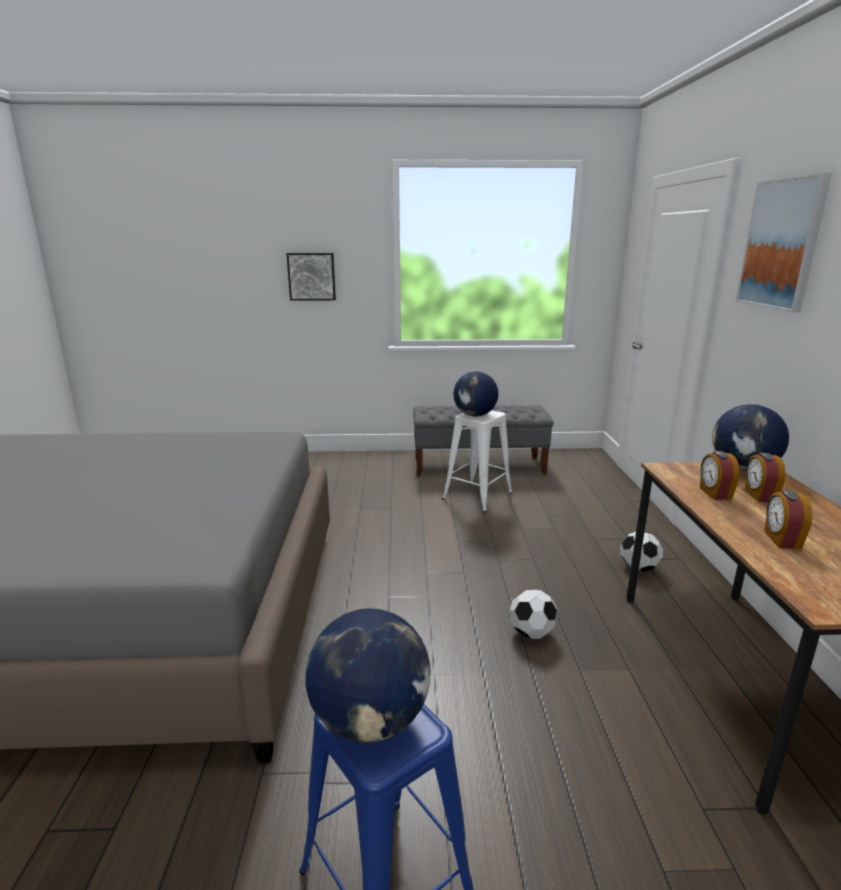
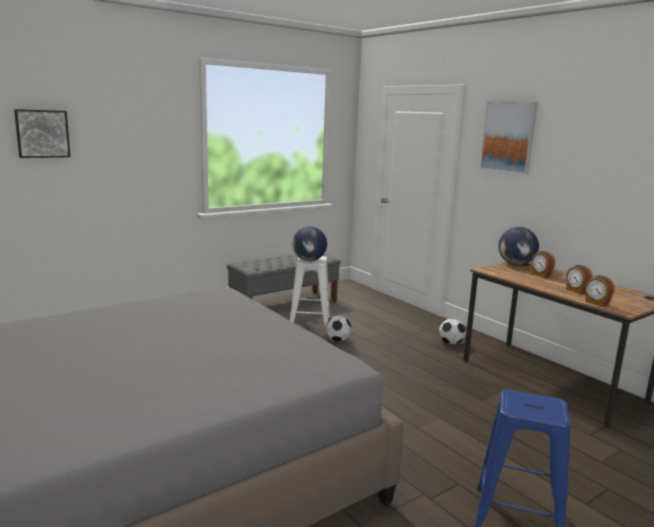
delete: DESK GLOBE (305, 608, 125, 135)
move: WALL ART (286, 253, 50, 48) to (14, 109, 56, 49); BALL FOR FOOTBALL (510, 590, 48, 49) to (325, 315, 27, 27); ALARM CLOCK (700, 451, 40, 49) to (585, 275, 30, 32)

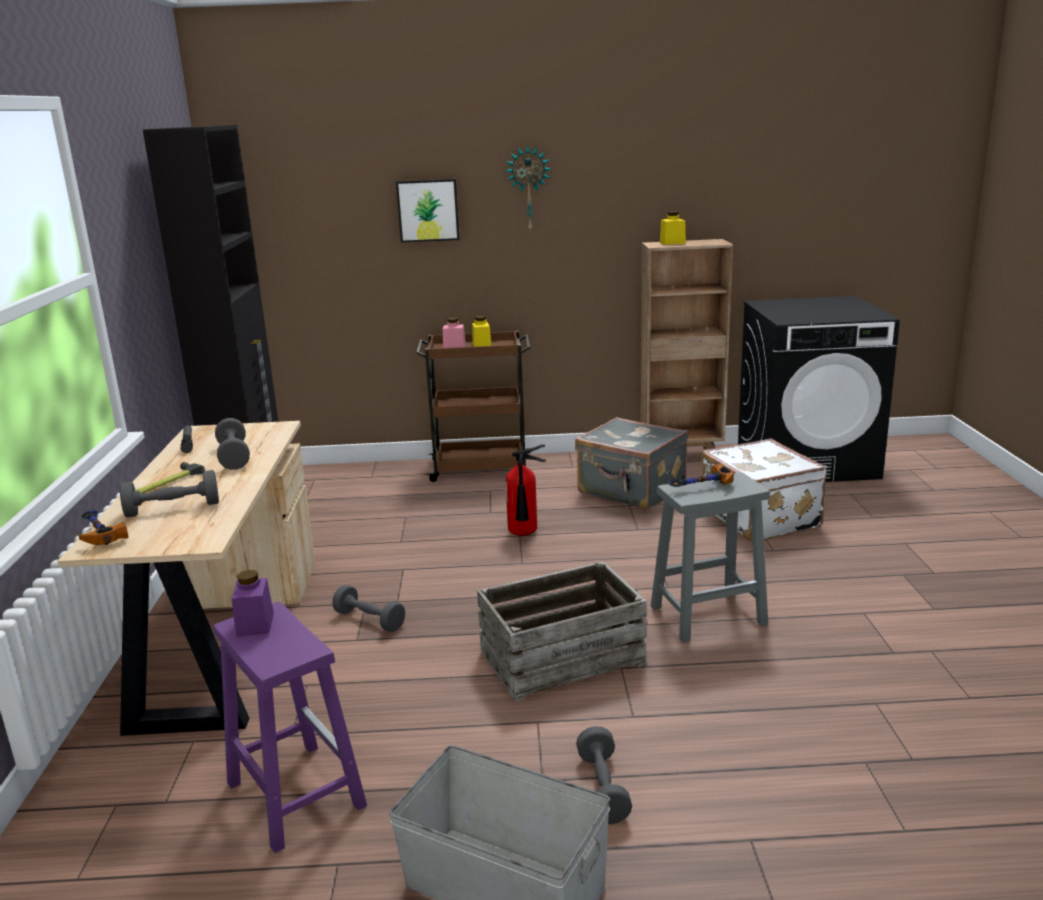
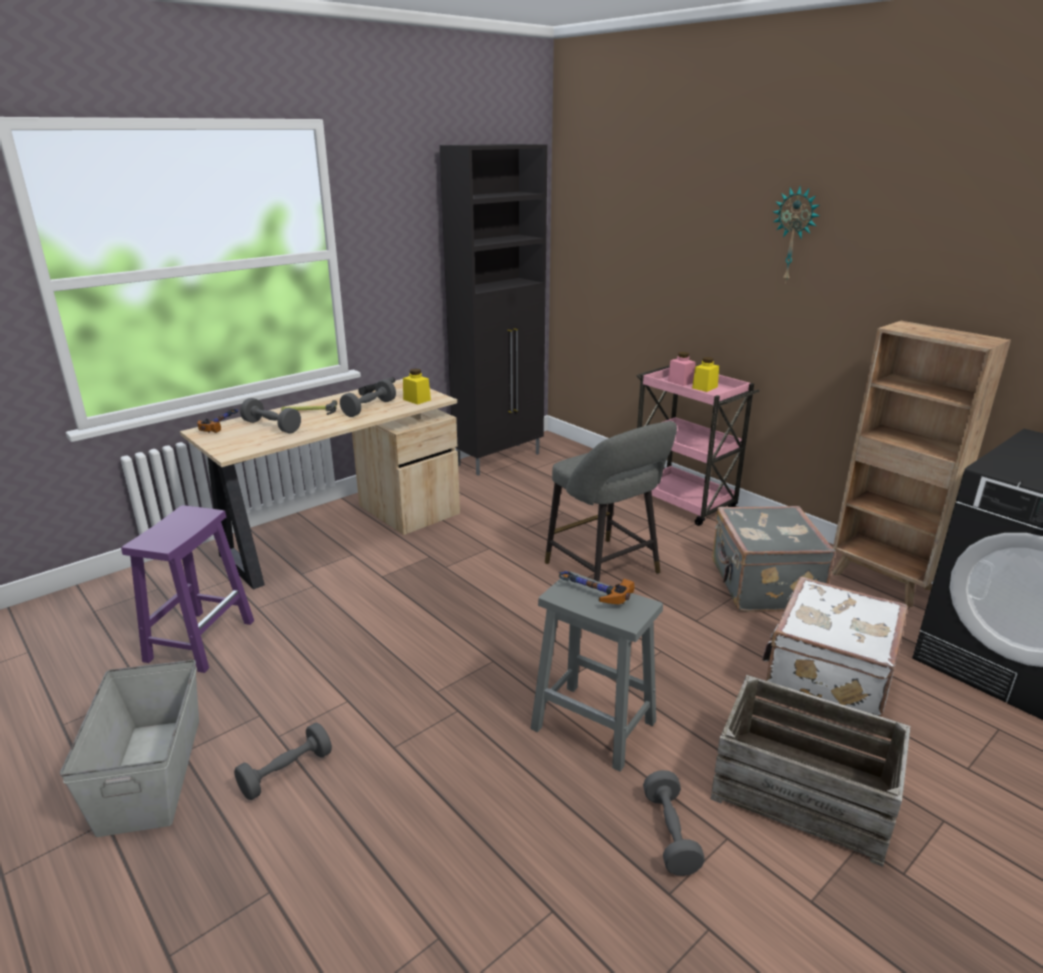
delete: PURPLE-COLOURED STORAGE JAR (232, 570, 42, 67); WALL ART (396, 179, 64, 64)
move: GREYISH FREE WEIGHT (332, 585, 73, 47) to (643, 770, 62, 106); CRATE (477, 561, 170, 141) to (711, 675, 199, 192); YELLOW-COLOURED STORAGE JAR (660, 211, 26, 34) to (403, 369, 28, 36)
replace: FIRE-FIGHTING CYLINDER (506, 444, 40, 92) to GREYISH STOOL SEAT (545, 421, 132, 161)
recolor: BROWN-COLOURED TROLLEY (416, 331, 115, 151) to PINK-COLOURED TROLLEY (636, 365, 124, 161)

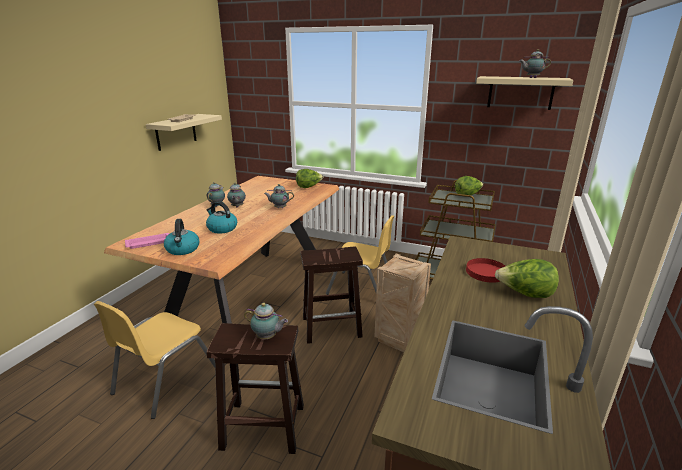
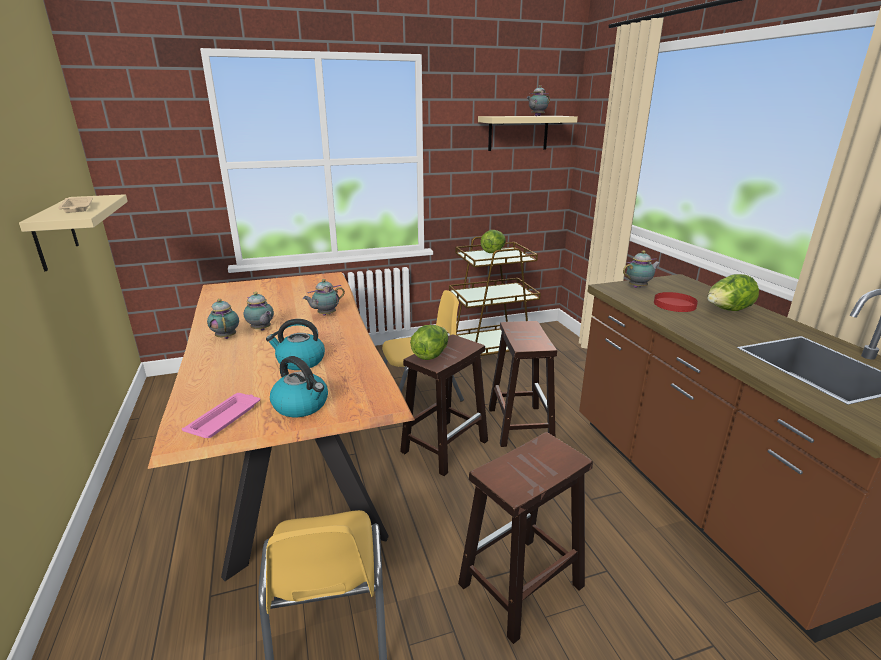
move: TEA POT (244, 303, 44, 36) to (623, 250, 37, 38); LETTUCE HEAD (296, 169, 27, 19) to (410, 325, 38, 35)
replace: CRATE (375, 254, 56, 98) to BROWN-COLOURED STOOL SEAT (489, 321, 68, 126)

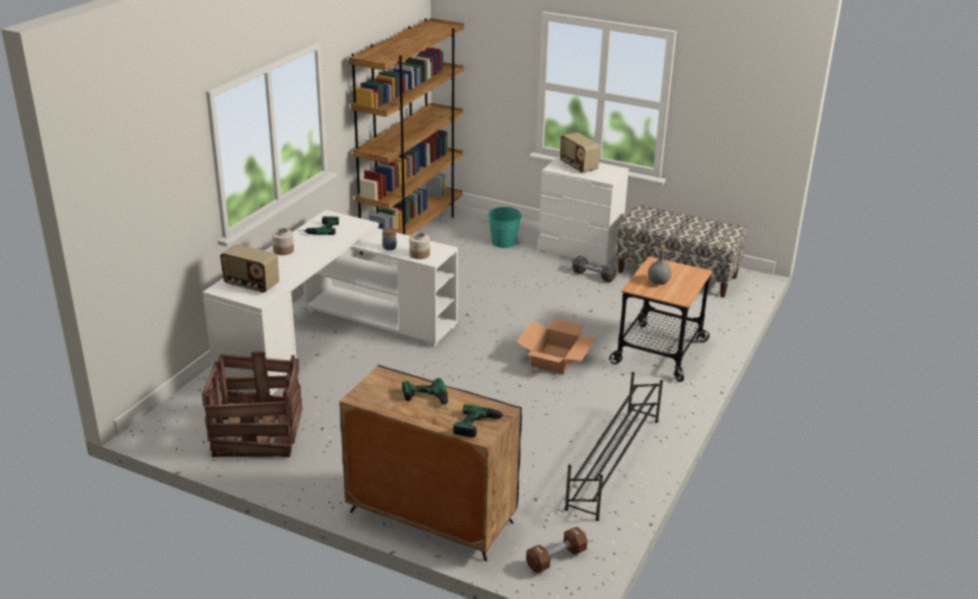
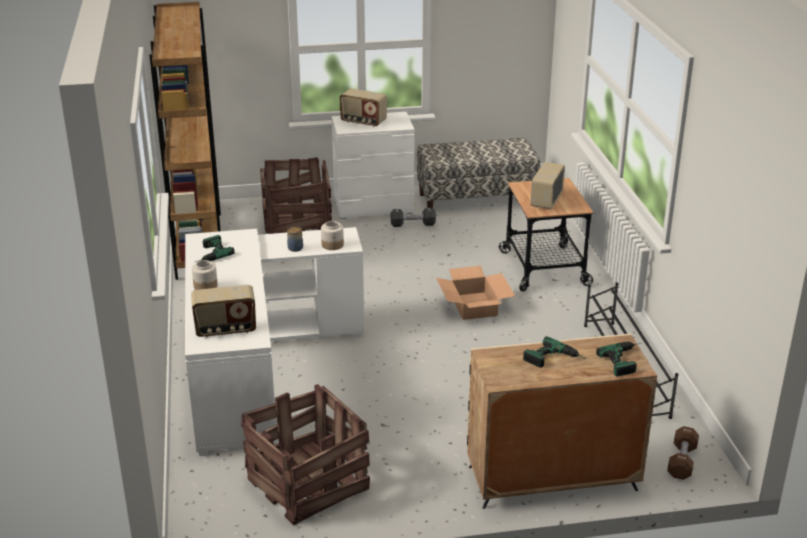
replace: BLUE-GREEN PAIL (488, 207, 33, 41) to CRATE (260, 157, 72, 77); GREYISH DRINK BOTTLE (648, 245, 23, 40) to RADIO (531, 162, 34, 47)
recolor: BLACK-COLOURED CABINET (339, 365, 183, 196) to BEIGE CABINET (467, 333, 190, 176)

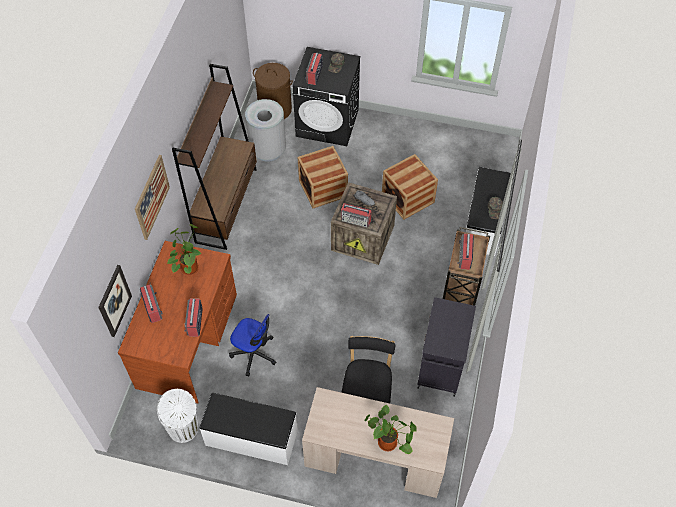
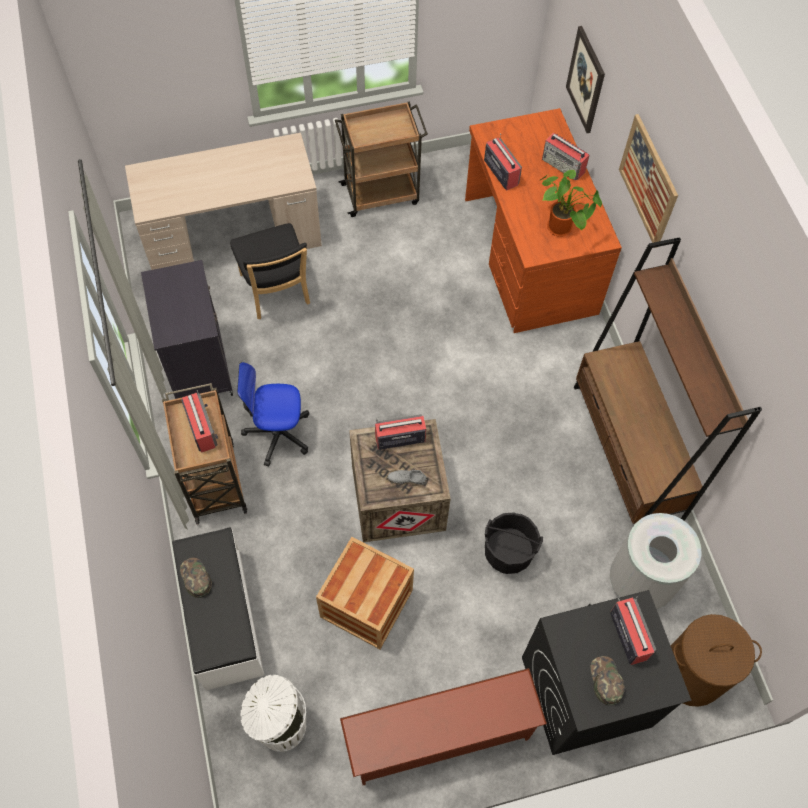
delete: PLANT IN A POT (364, 404, 53, 50)
insert: BROWN-COLOURED SHOE SHELF (340, 668, 207, 117)
move: WHITE-COLOURED TRASH CAN (157, 389, 41, 54) to (241, 675, 65, 77); OFFICE CHAIR (229, 314, 47, 62) to (237, 362, 72, 105)
replace: WHITE-COLOURED INDOOR BENCH (200, 393, 98, 72) to BROWN-COLOURED TROLLEY (335, 101, 93, 116); CRATE (298, 146, 50, 63) to BLACK-COLOURED PAIL (485, 512, 58, 62)

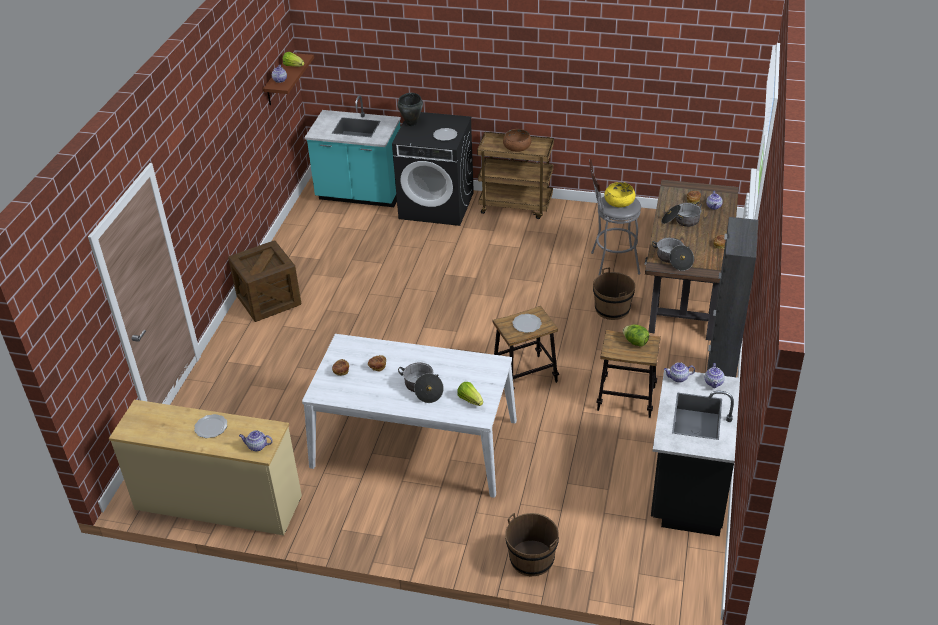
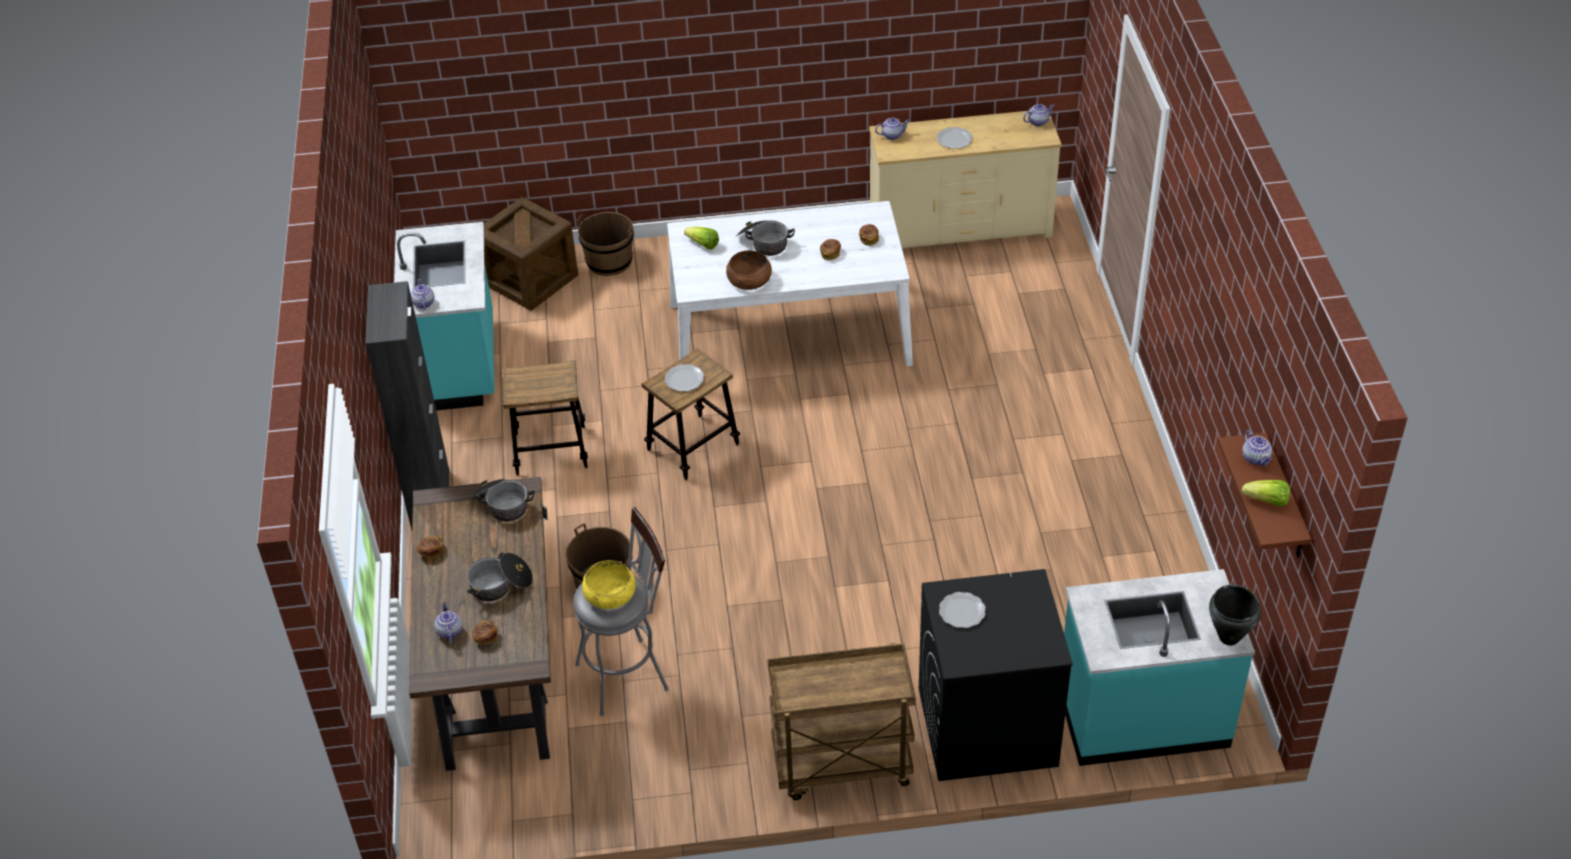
delete: LETTUCE HEAD (623, 325, 26, 22)
move: CRATE (228, 240, 73, 82) to (484, 197, 94, 114); BLACK-COLOURED SAUCEPOT (397, 93, 26, 33) to (1209, 585, 52, 60); BROWN-COLOURED DEEP DISH (503, 129, 29, 23) to (726, 250, 46, 40); TEA POT (664, 362, 31, 21) to (1023, 104, 32, 22)
recolor: BLACK-COLOURED KITCHEN BASE UNIT (651, 368, 89, 168) to BLUE-GREEN KITCHEN BASE UNIT (394, 222, 101, 189)

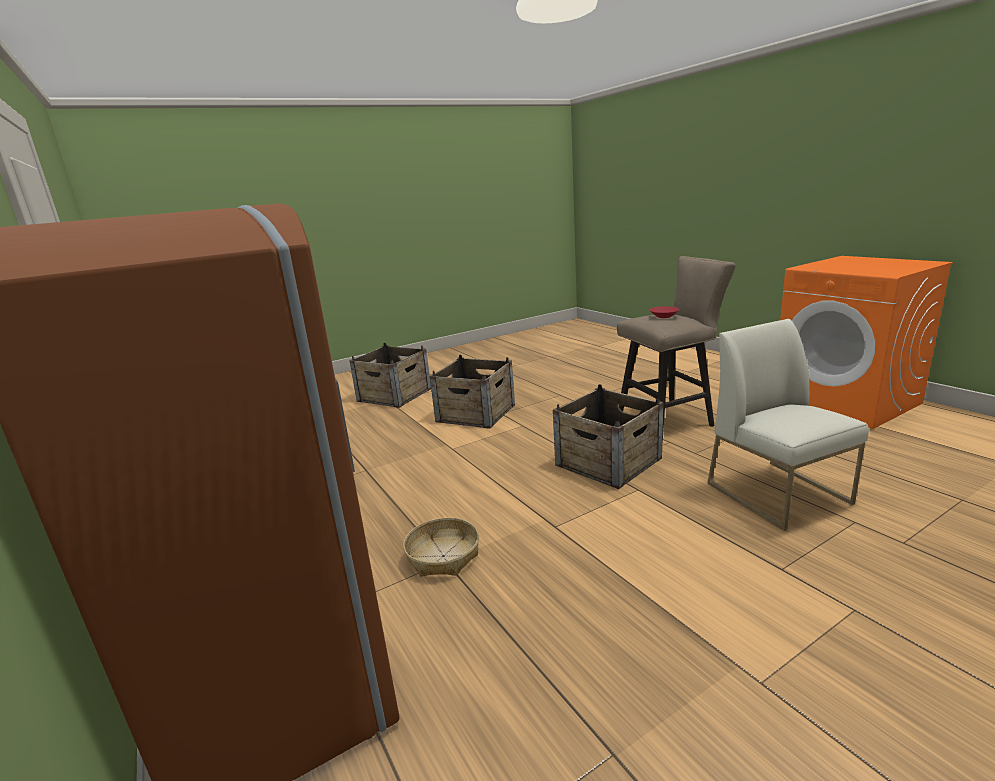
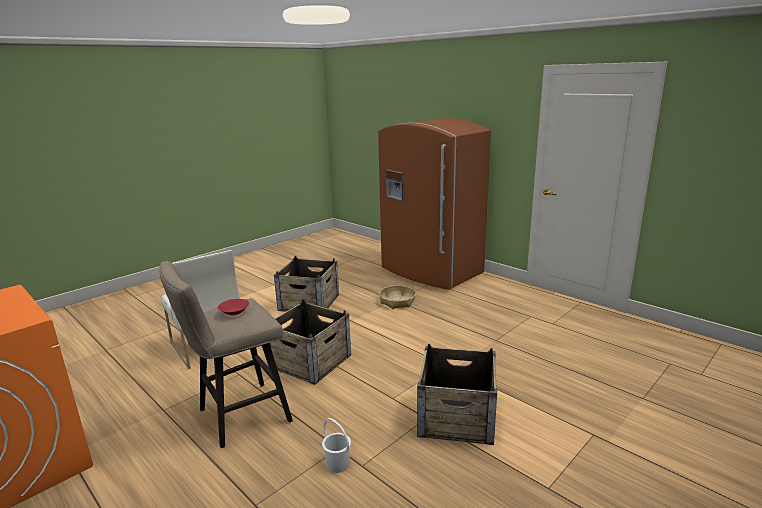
insert: WHITE-COLOURED PAIL (322, 418, 29, 55)
move: CRATE (349, 343, 82, 65) to (274, 256, 65, 56)

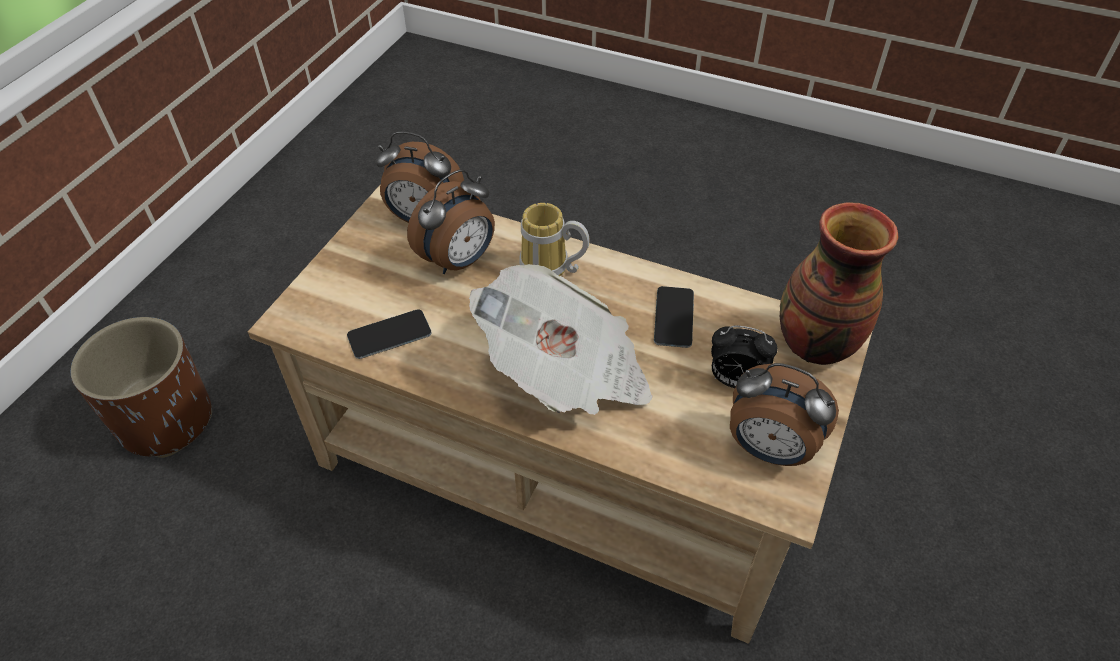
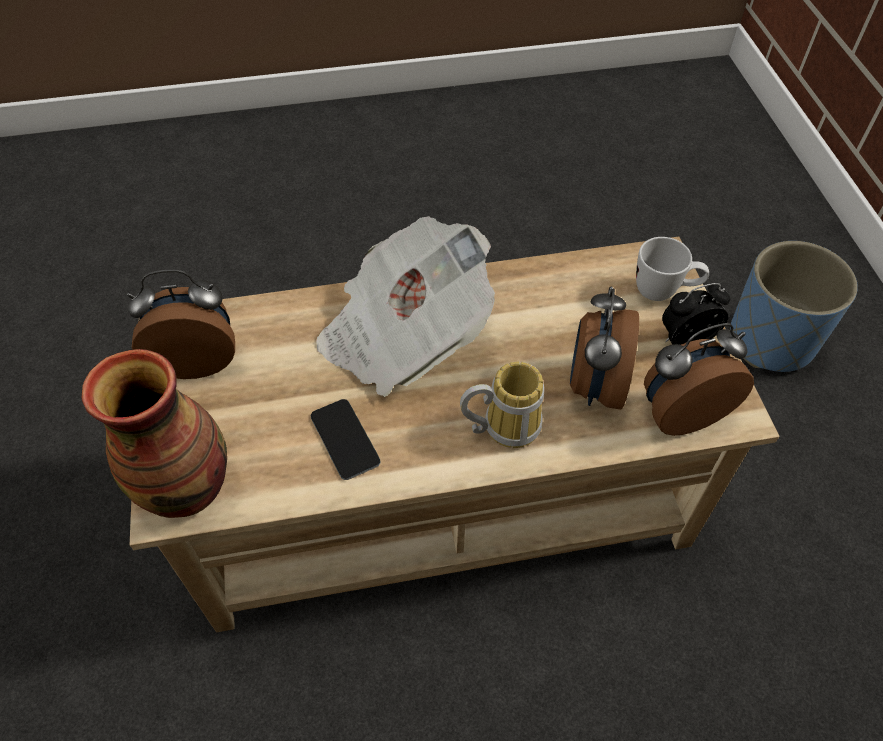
delete: TELEPHONE (347, 309, 84, 50)
insert: WHITE-COLOURED MUG (636, 237, 73, 64)
move: ALARM CLOCK (711, 326, 67, 62) to (662, 283, 68, 62)
recolor: BROWN-COLOURED FLOWER POT (71, 317, 141, 141) to BLUISH FLOWER POT (730, 241, 128, 131)

